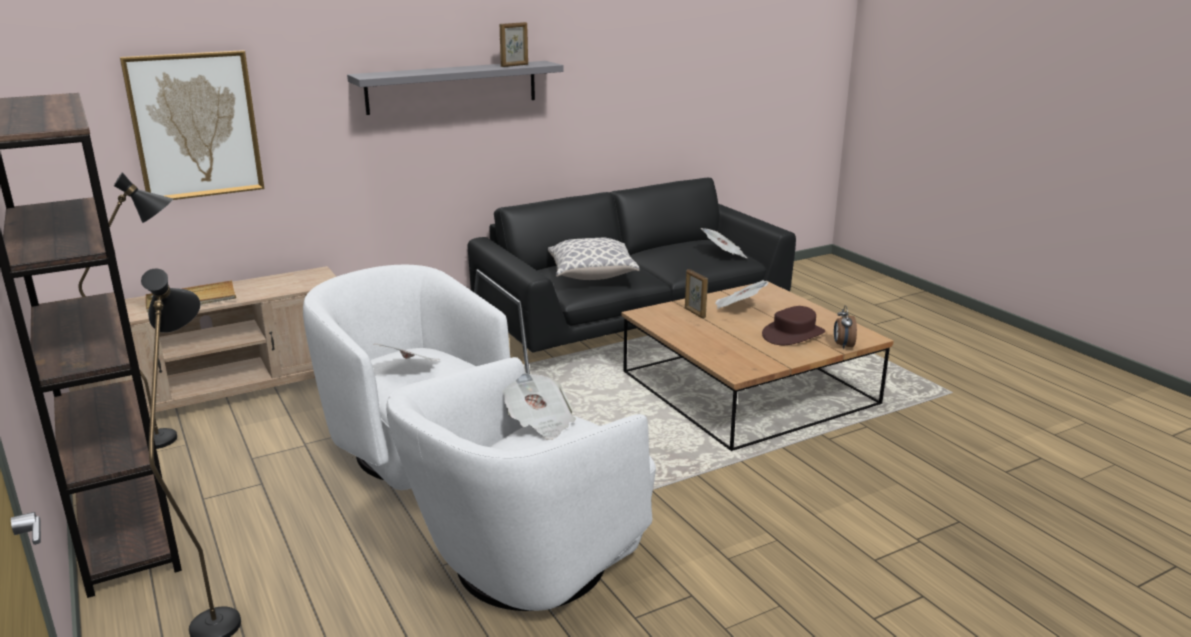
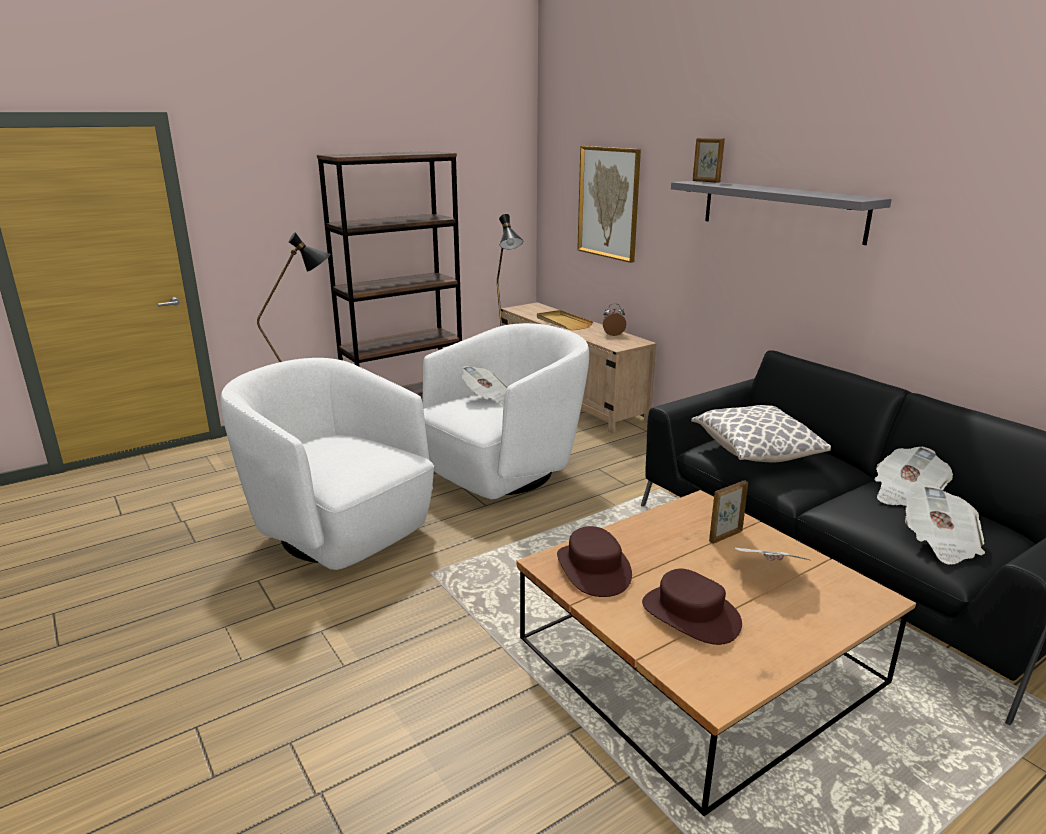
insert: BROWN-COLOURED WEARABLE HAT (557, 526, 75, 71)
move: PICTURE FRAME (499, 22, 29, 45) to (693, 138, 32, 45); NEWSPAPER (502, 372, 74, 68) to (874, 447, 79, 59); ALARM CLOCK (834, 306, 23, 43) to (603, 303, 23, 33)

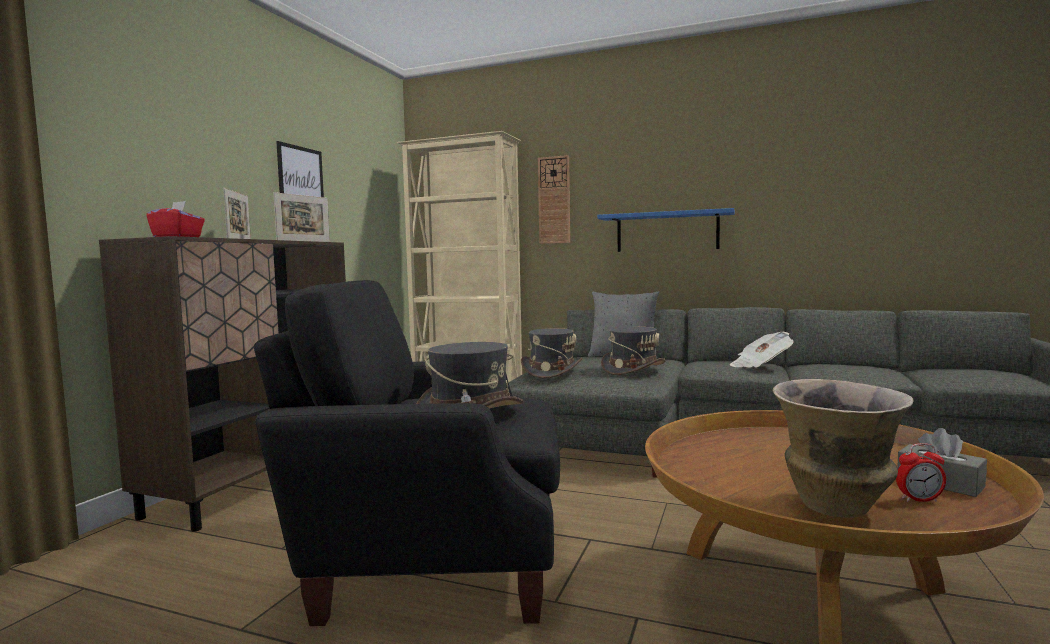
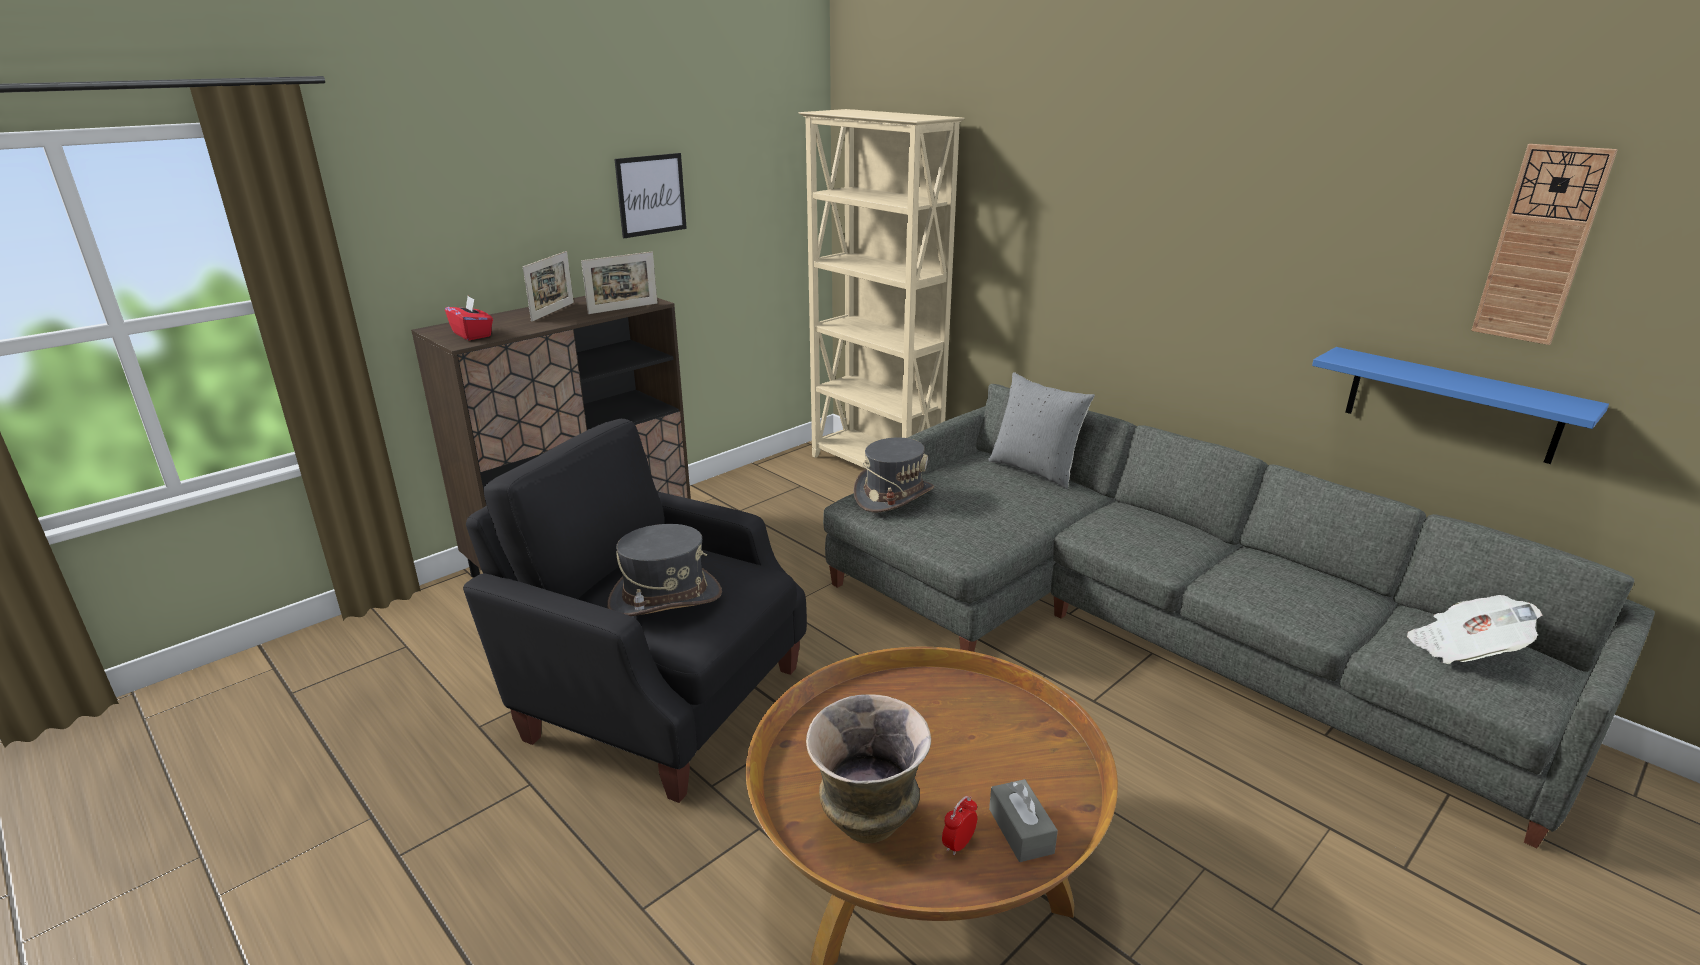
delete: GREYISH WEARABLE HAT (601, 327, 64, 48)
move: HANGING CLOCK (538, 155, 32, 89) to (1471, 144, 147, 201); BLUISH WALL SHELF (597, 208, 138, 44) to (1312, 347, 297, 117); NEWSPAPER (730, 332, 64, 36) to (1407, 595, 135, 69)
rotate: ALARM CLOCK (896, 443, 50, 59) = (942, 796, 35, 59) 105 degrees clockwise

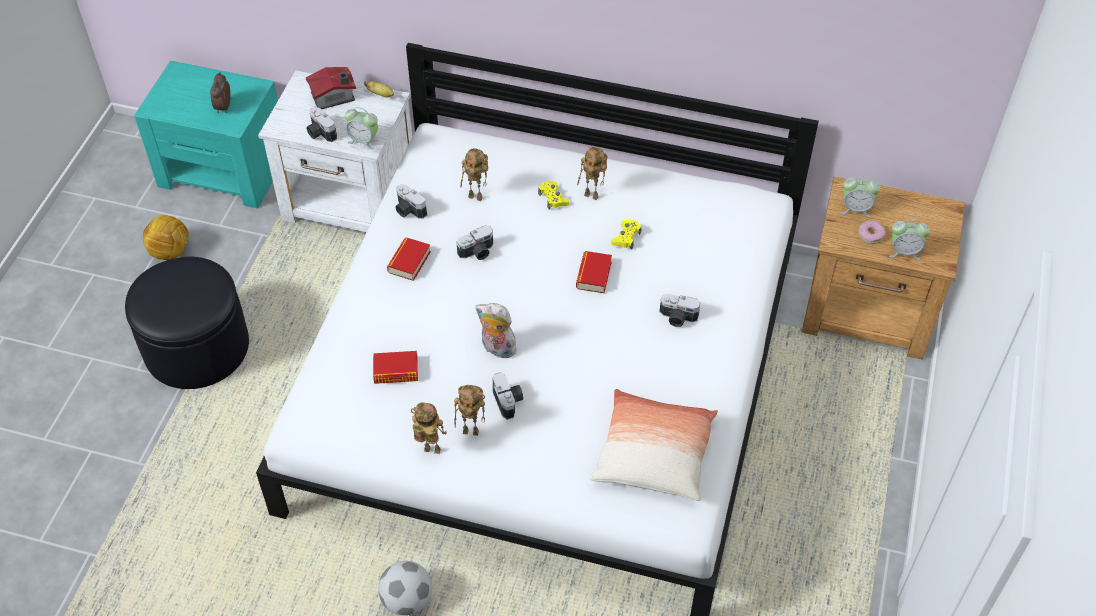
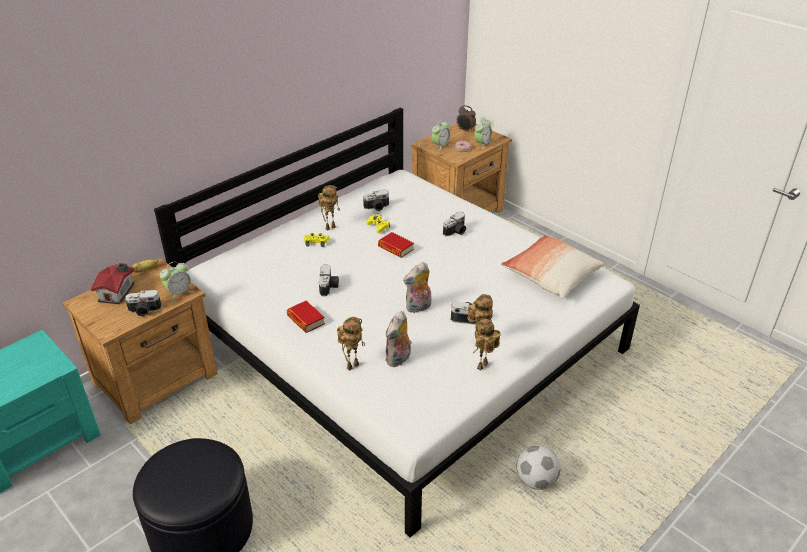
delete: BALL FOR FOOTBALL (143, 215, 46, 45)
move: ALARM CLOCK (210, 72, 21, 41) to (457, 105, 19, 28); STILL CAMERA (395, 184, 32, 35) to (363, 190, 26, 21); ROBOT FIGURE (460, 148, 28, 53) to (337, 317, 28, 54)
replace: VOLUME (373, 351, 45, 33) to SOFT TOY (385, 311, 27, 56)
recolor: WHITE-COLOURED NIGHT TABLE (258, 71, 154, 161) to BROWN-COLOURED NIGHT TABLE (62, 258, 156, 166)

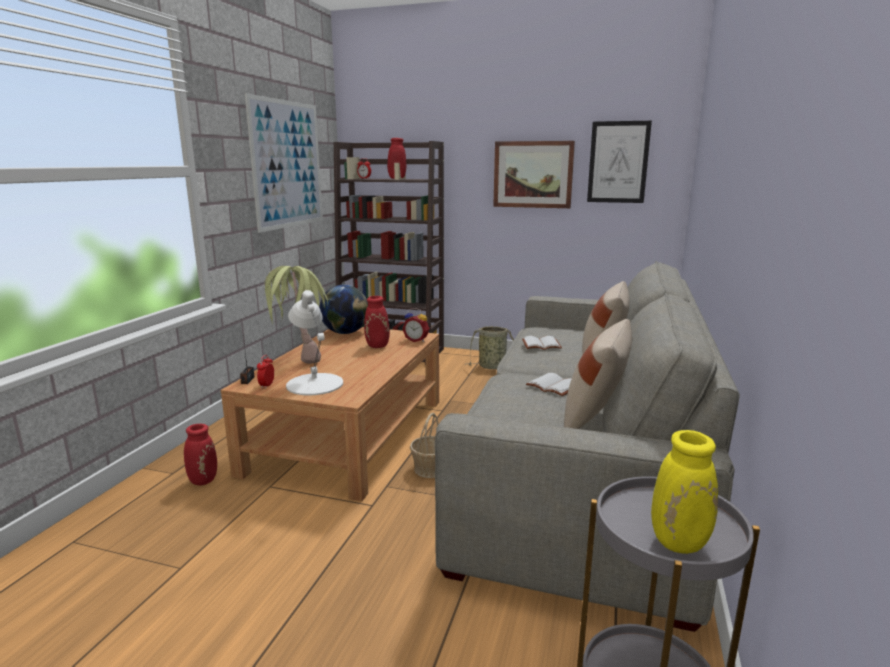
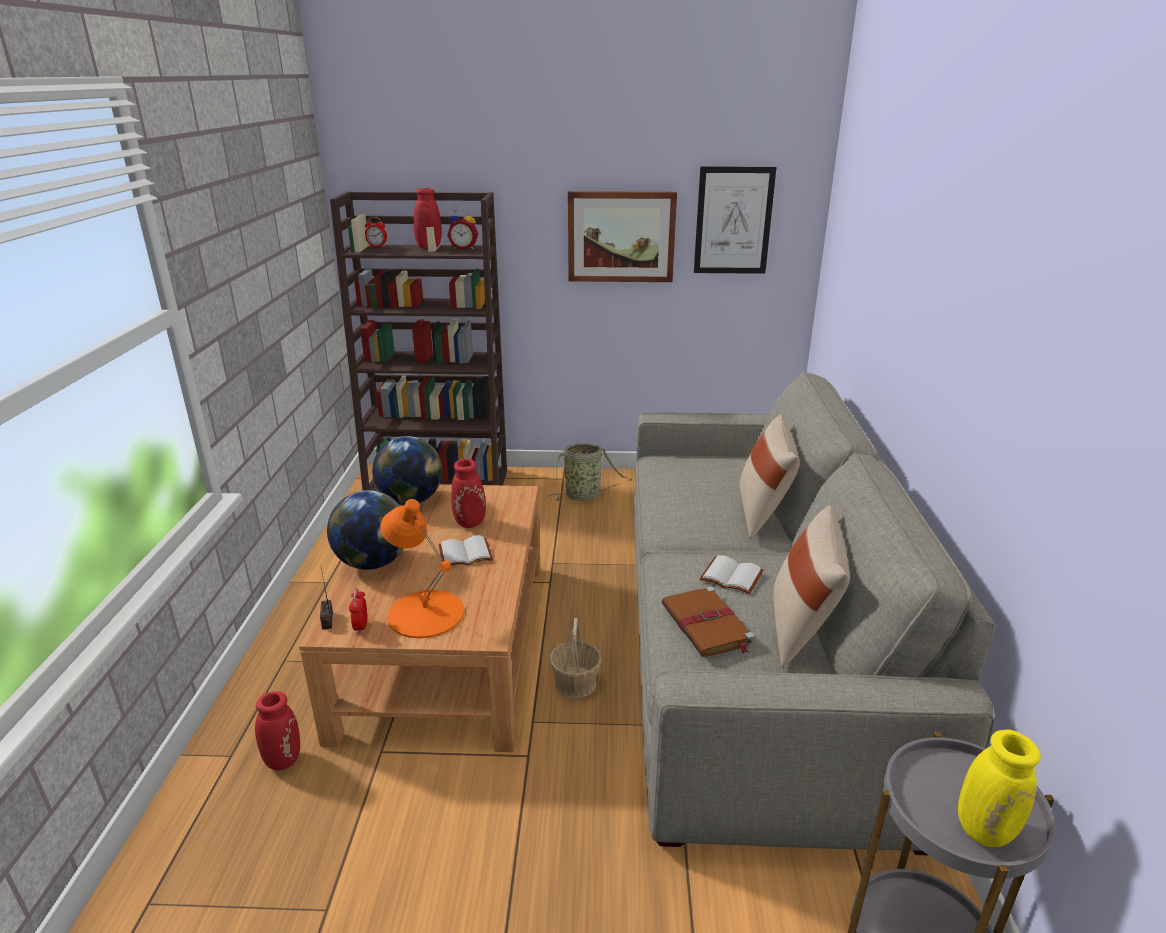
delete: WALL ART (245, 93, 78, 140)
insert: BROWN-COLOURED VOLUME (662, 586, 93, 71)
move: ALARM CLOCK (402, 308, 28, 34) to (447, 209, 32, 41); WHITE-COLOURED VOLUME (522, 336, 40, 14) to (438, 535, 55, 31)
replace: PLANT IN A POT (263, 266, 65, 98) to DESK GLOBE (327, 490, 76, 80)
recolor: WHITE-COLOURED TABLE LAMP (286, 290, 57, 105) to ORANGE-COLOURED TABLE LAMP (381, 499, 83, 139)

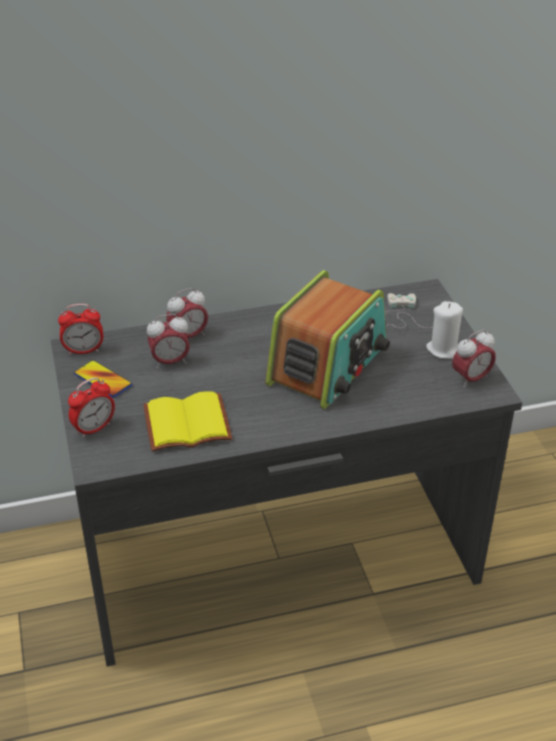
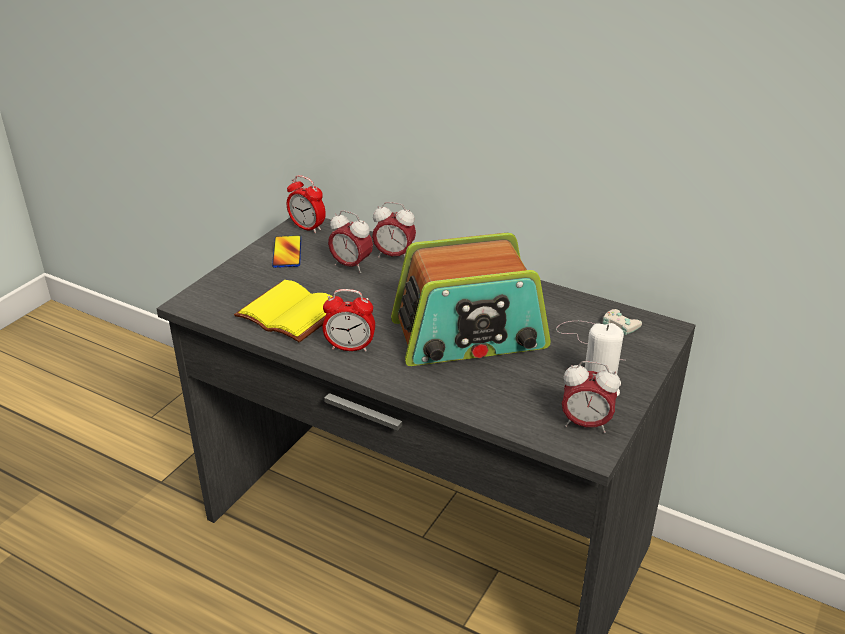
move: ALARM CLOCK (68, 377, 47, 61) to (322, 289, 53, 63)

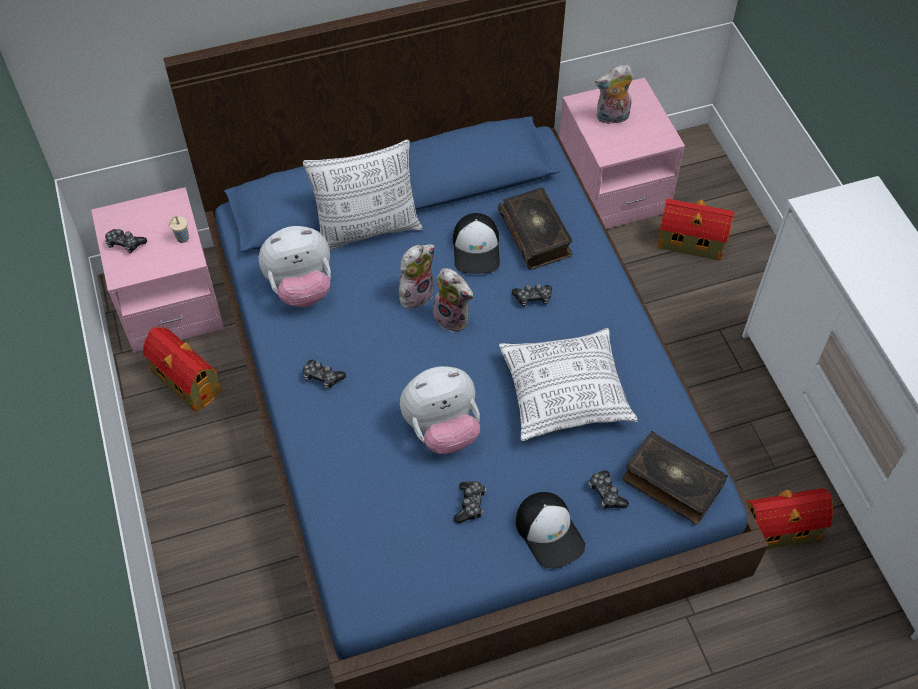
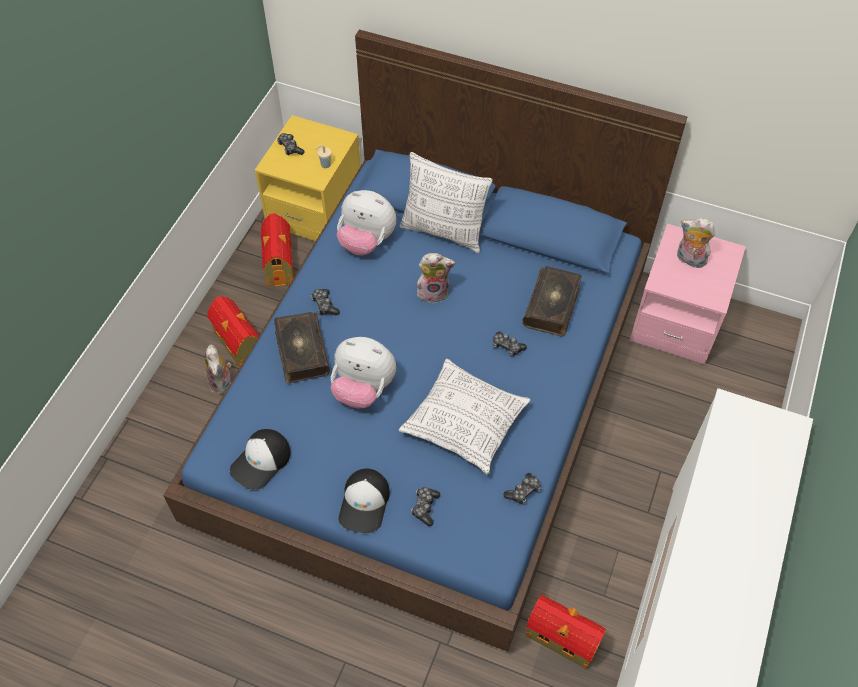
move: SOFT TOY (433, 268, 40, 64) to (205, 345, 26, 49); CAP (453, 213, 47, 61) to (230, 429, 61, 61); GAMEPAD (454, 481, 32, 42) to (503, 473, 38, 32); VOLUME (623, 431, 105, 93) to (274, 312, 56, 71); TOY HOUSE (658, 198, 76, 63) to (207, 296, 52, 72)
recolor: PINK-COLOURED NIGHT TABLE (91, 187, 133, 166) to YELLOW-COLOURED NIGHT TABLE (255, 115, 106, 126)

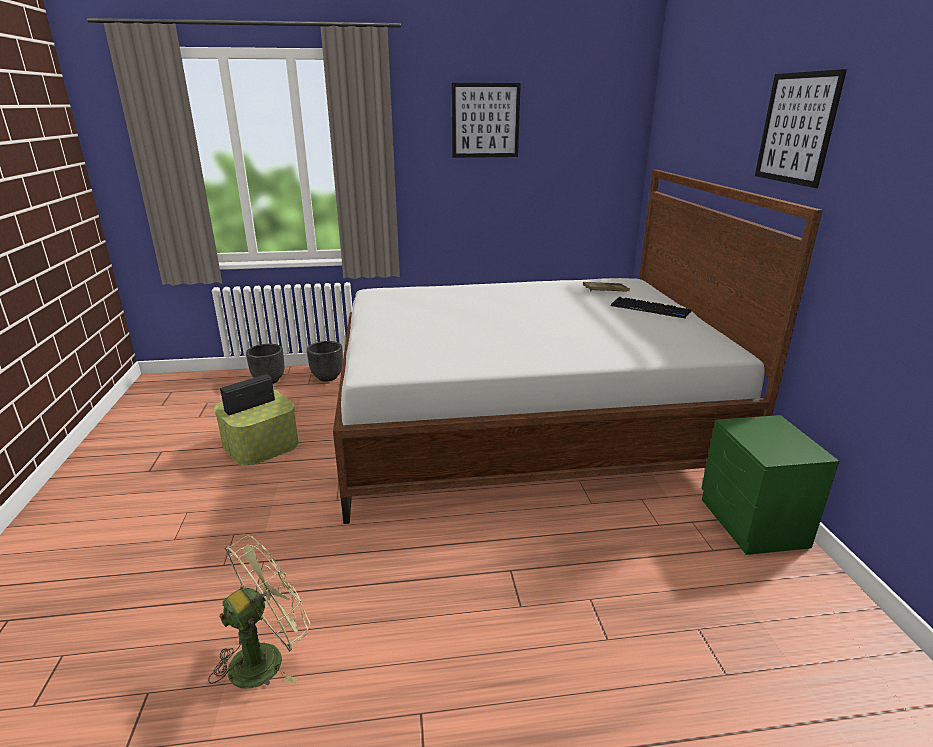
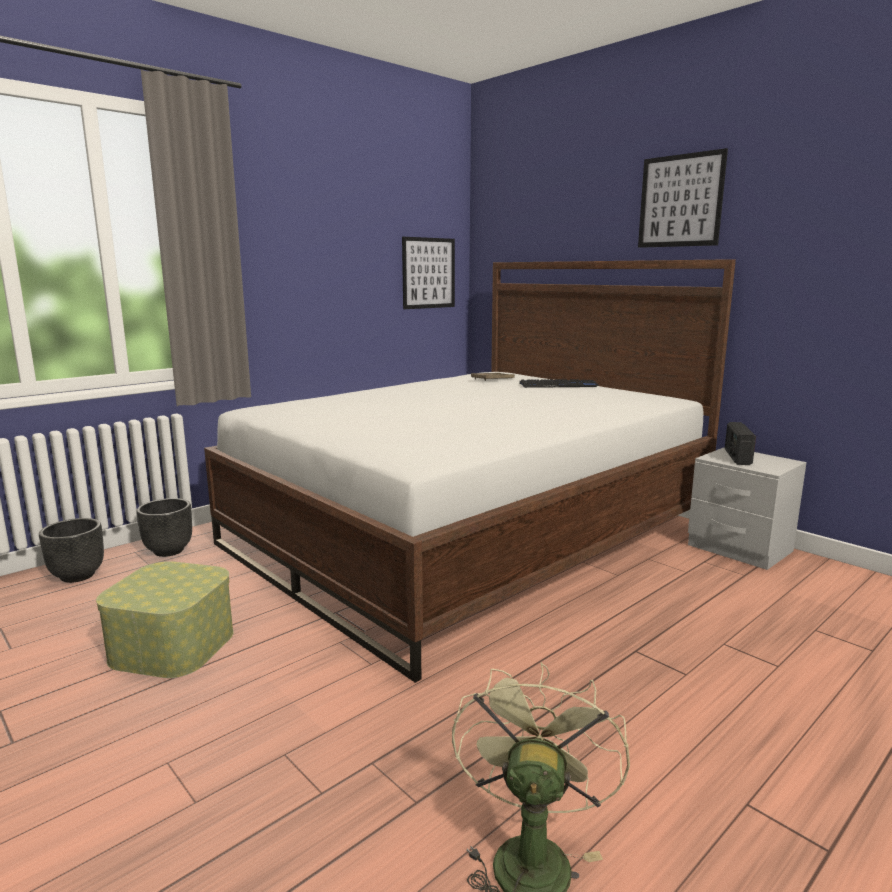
move: RADIO (220, 374, 55, 41) to (725, 422, 31, 43); WALL ART (452, 83, 69, 75) to (402, 237, 53, 72)
recolor: GREEN NIGHT TABLE (701, 415, 138, 140) to GREYISH NIGHT TABLE (688, 447, 119, 123)

